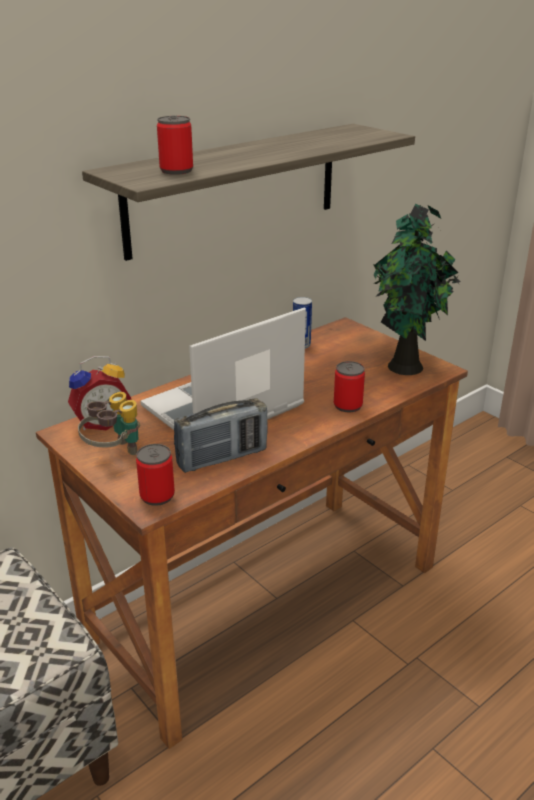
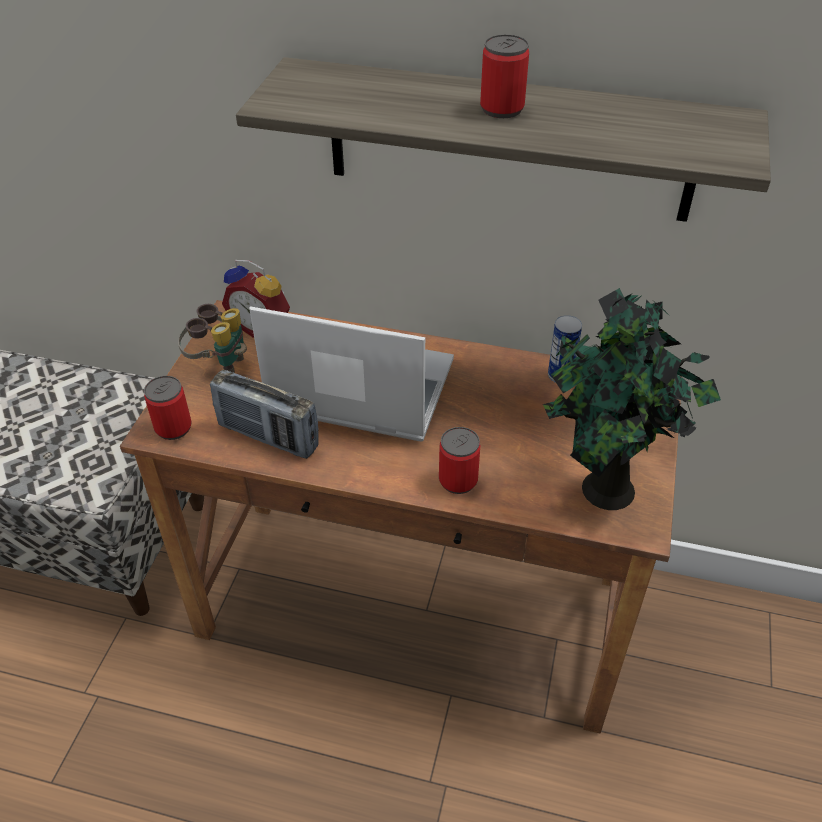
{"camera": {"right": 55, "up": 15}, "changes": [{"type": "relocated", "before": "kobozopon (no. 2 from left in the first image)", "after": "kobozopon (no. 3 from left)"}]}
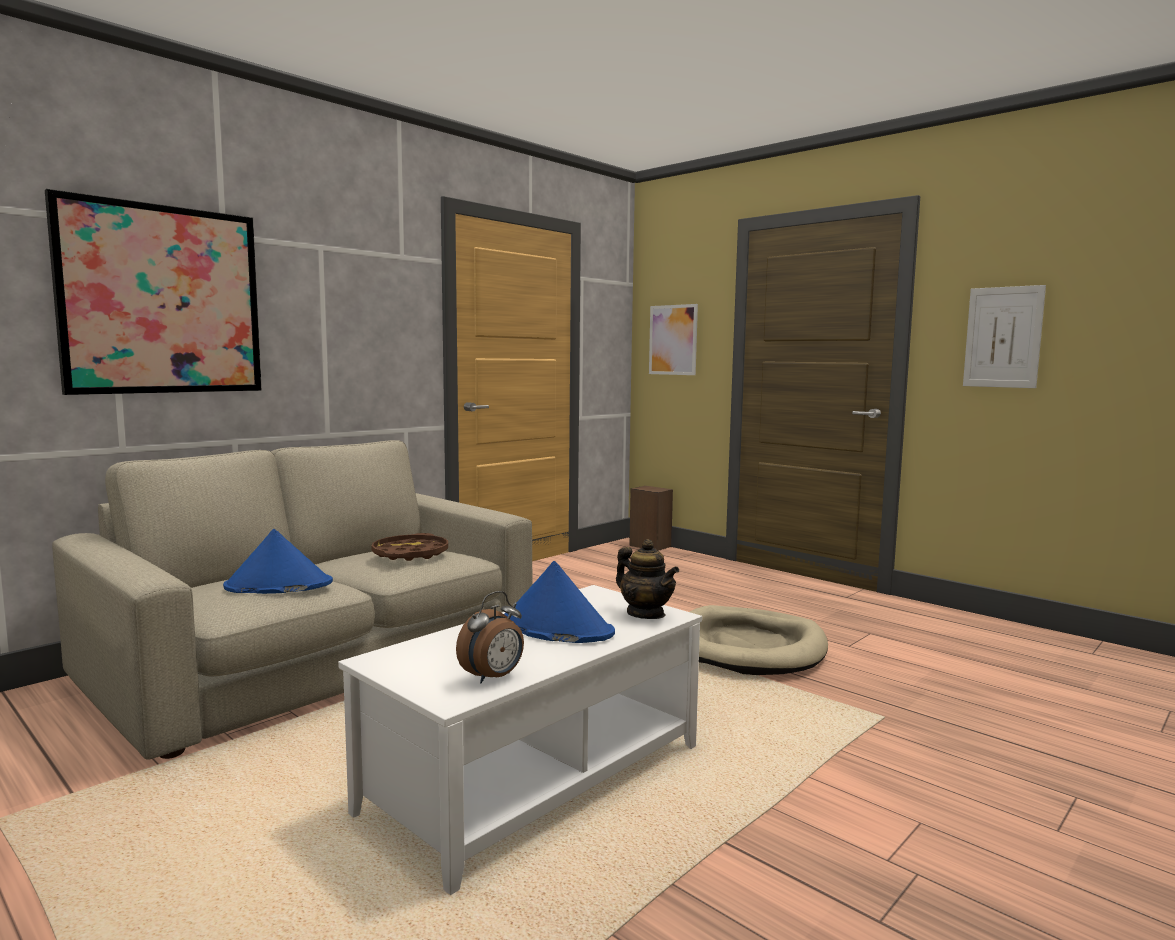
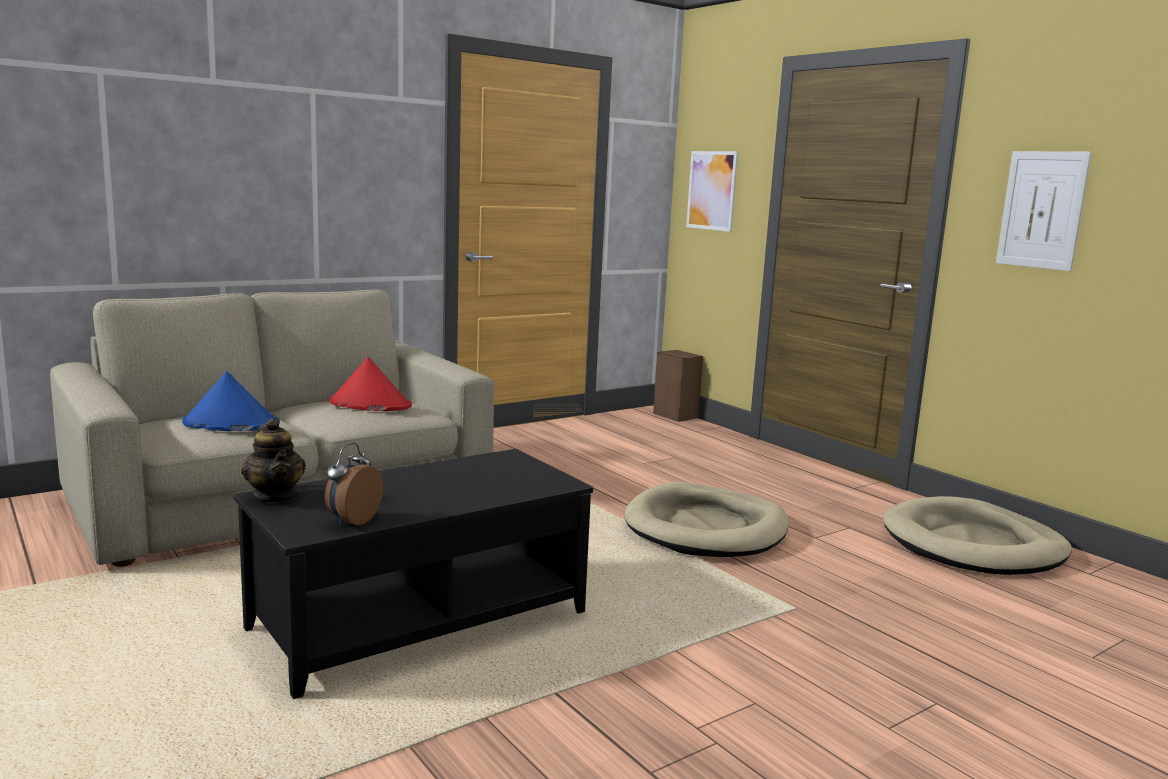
{"camera": {"right": 10, "up": 5}, "changes": [{"type": "missing", "before": "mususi (no. 1 from left)"}, {"type": "missing", "before": "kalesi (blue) (no. 2 from left)"}, {"type": "appeared", "after": "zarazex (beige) (no. 2 from left)"}, {"type": "relocated", "before": "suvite"}, {"type": "exchanged", "before": "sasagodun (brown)", "after": "kalesi (red)"}, {"type": "colour", "before": "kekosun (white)", "after": "kekosun (black)"}, {"type": "spun", "before": "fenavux", "turn": 150}]}
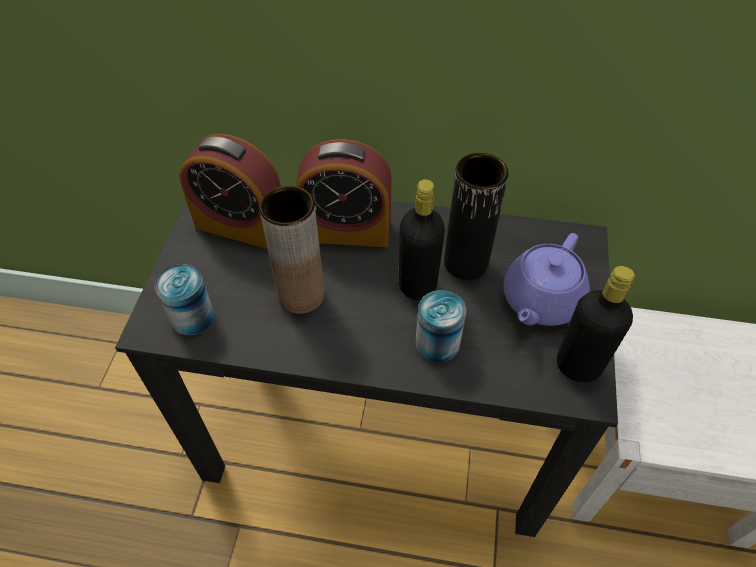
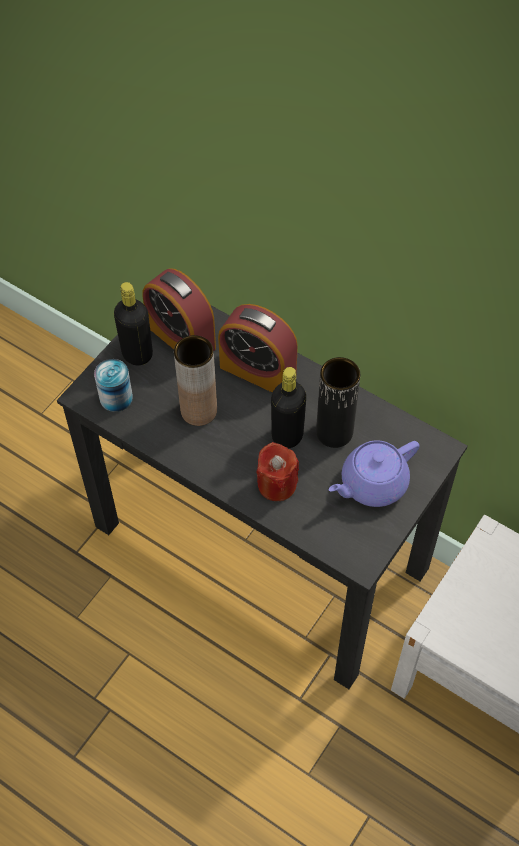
{"camera": {"right": 25, "up": 5}, "changes": [{"type": "relocated", "before": "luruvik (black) (no. 2 from left in the first image)", "after": "luruvik (black) (no. 1 from left)"}, {"type": "exchanged", "before": "kobozopon (no. 2 from left)", "after": "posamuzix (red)"}]}
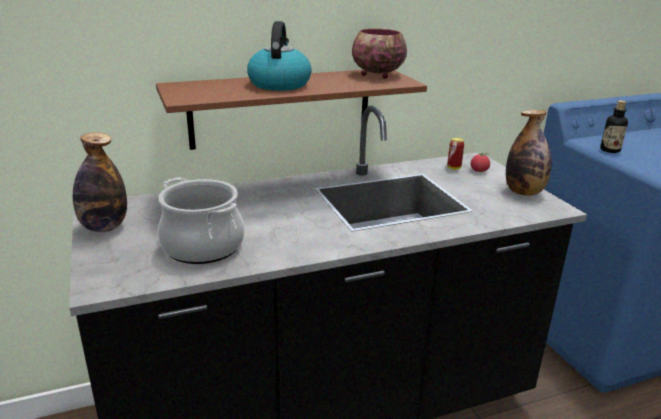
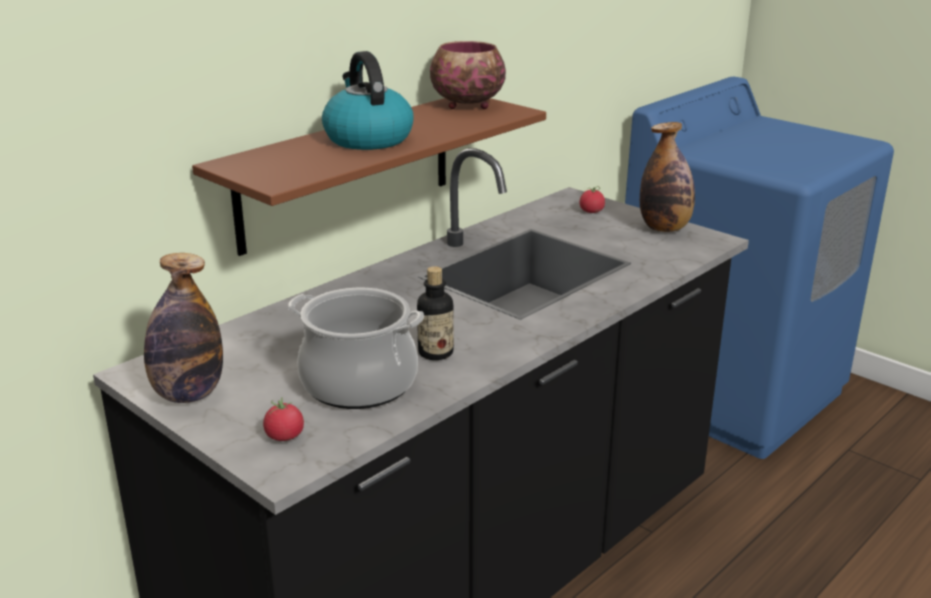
{"camera": {"right": -25, "up": 0}, "changes": [{"type": "missing", "before": "kobozopon"}, {"type": "appeared", "after": "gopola (no. 1 from left)"}, {"type": "relocated", "before": "luruvik (no. 3 from left in the first image)", "after": "luruvik (no. 2 from left)"}]}
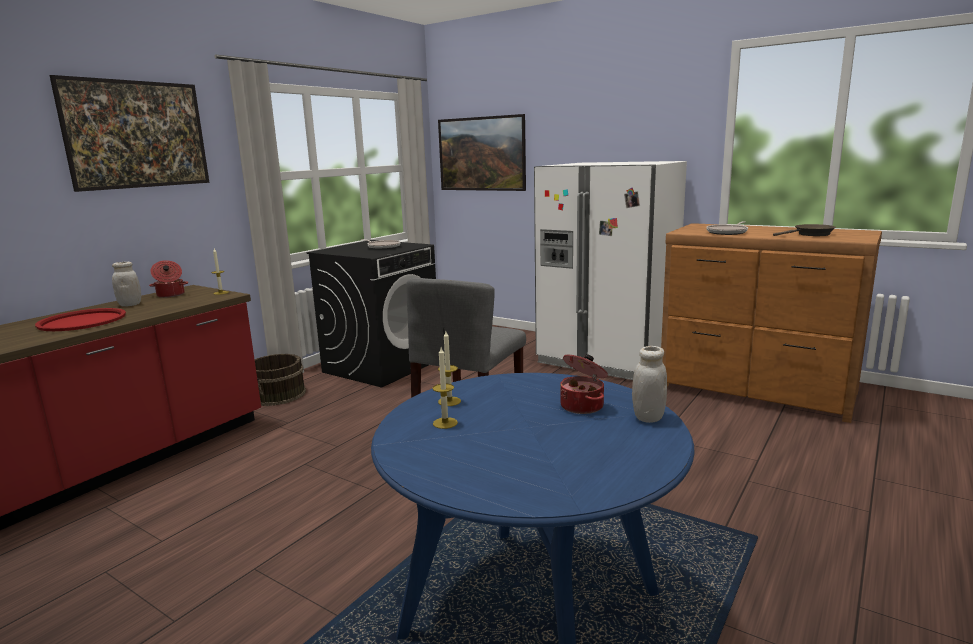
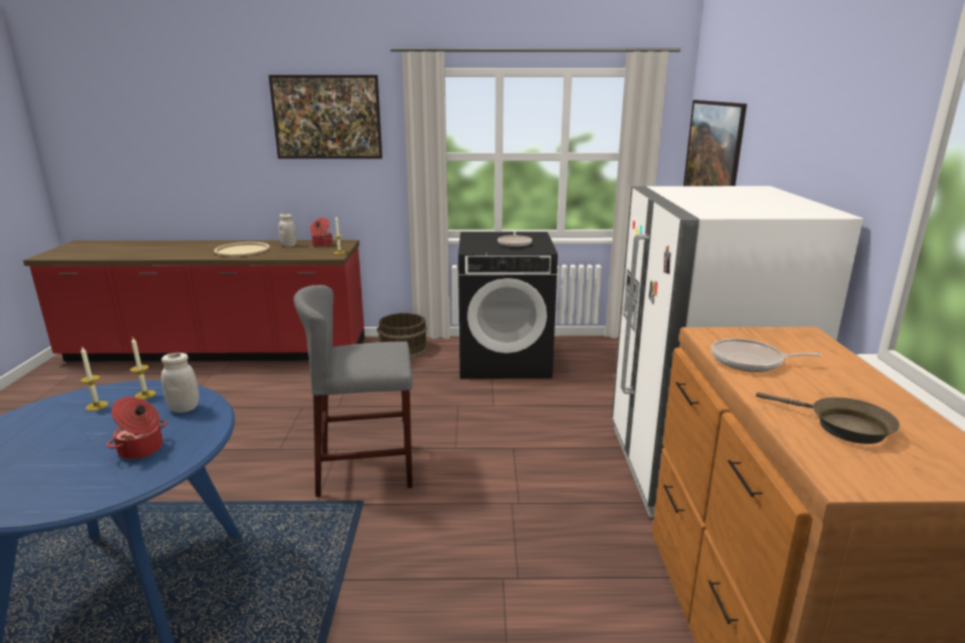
{"camera": {"right": 55, "up": 5}, "changes": [{"type": "relocated", "before": "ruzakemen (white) (no. 2 from left in the first image)", "after": "ruzakemen (white) (no. 1 from left)"}, {"type": "colour", "before": "sasagodun (red)", "after": "sasagodun (beige)"}]}
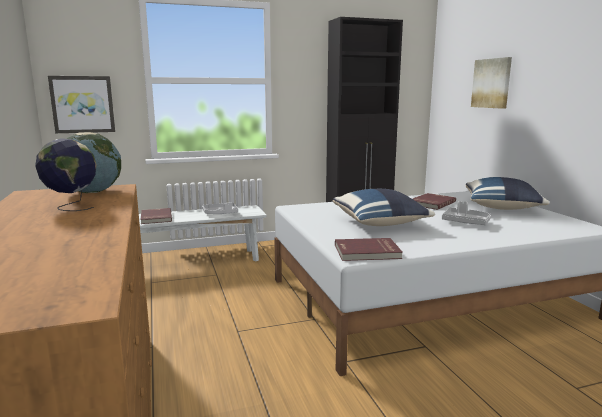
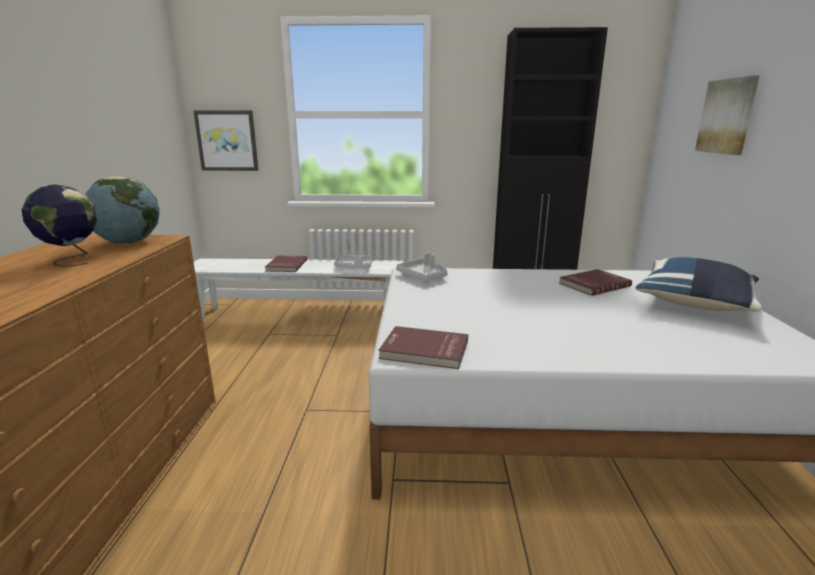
{"camera": {"right": 20, "up": 5}, "changes": [{"type": "missing", "before": "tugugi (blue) (no. 1 from left)"}, {"type": "relocated", "before": "sasagodun (grey) (no. 2 from left)"}]}
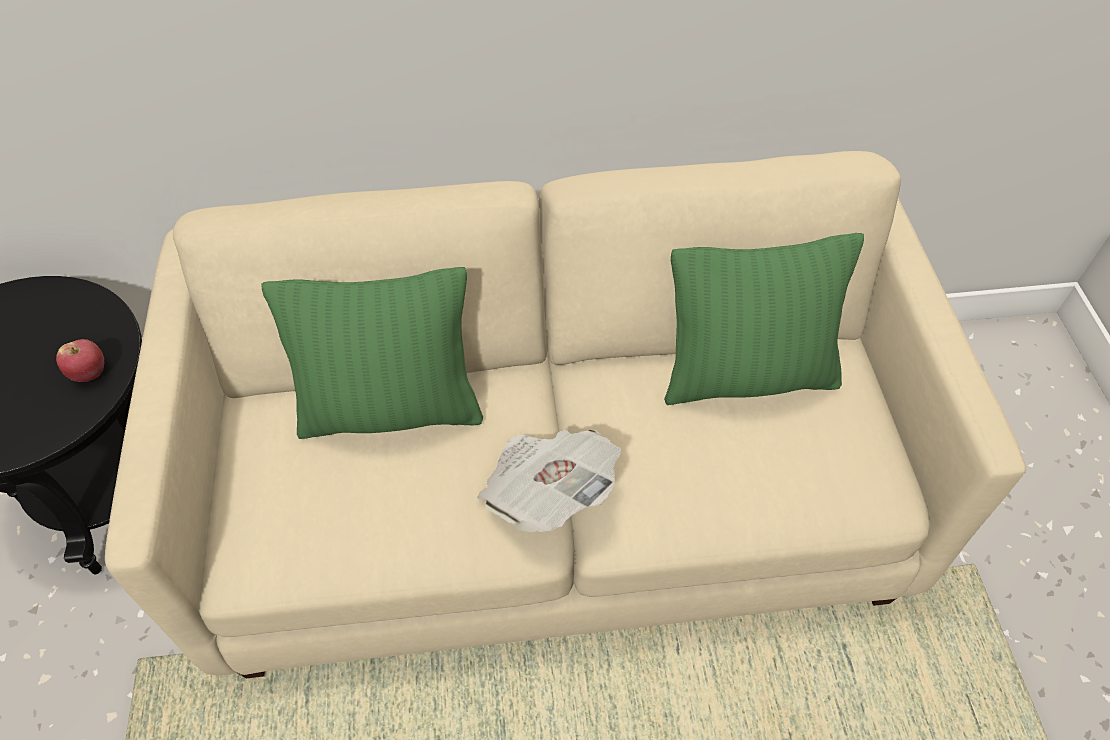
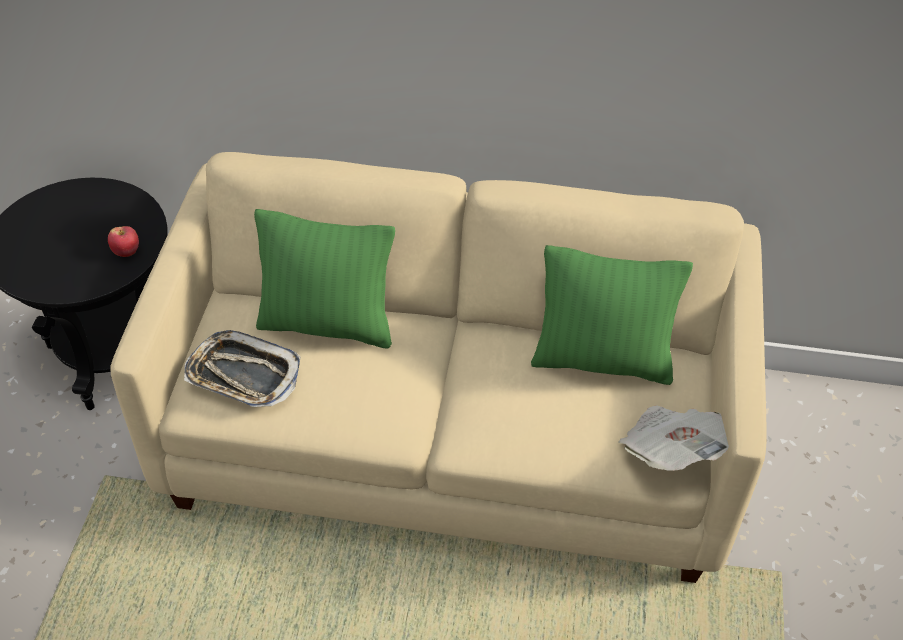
{"camera": {"right": 15, "up": -5}, "changes": [{"type": "appeared", "after": "sasagodun"}, {"type": "relocated", "before": "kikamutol"}]}
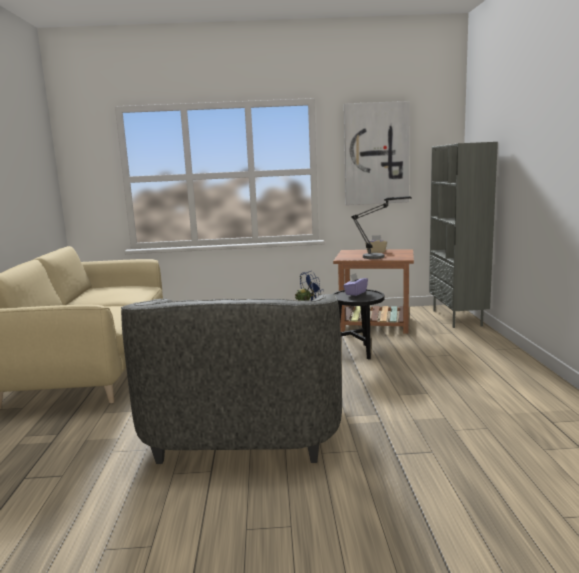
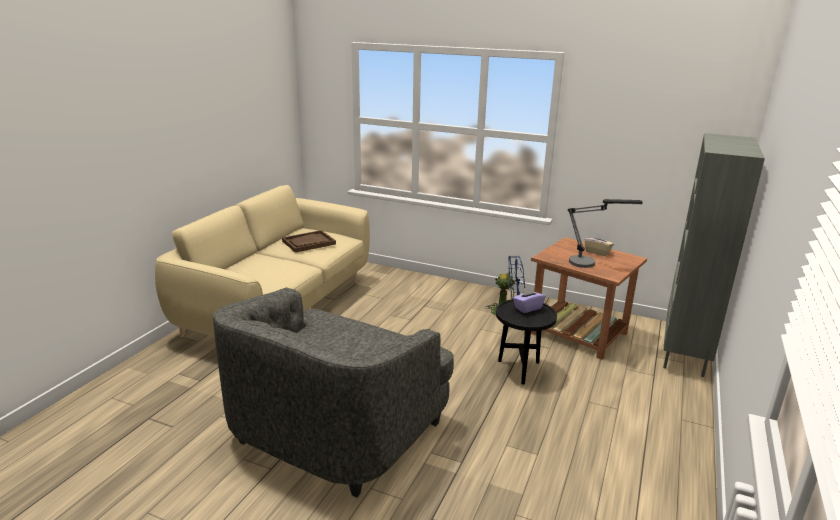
{"camera": {"right": 25, "up": 10}, "changes": [{"type": "missing", "before": "mususi"}, {"type": "appeared", "after": "sasagodun (brown)"}]}
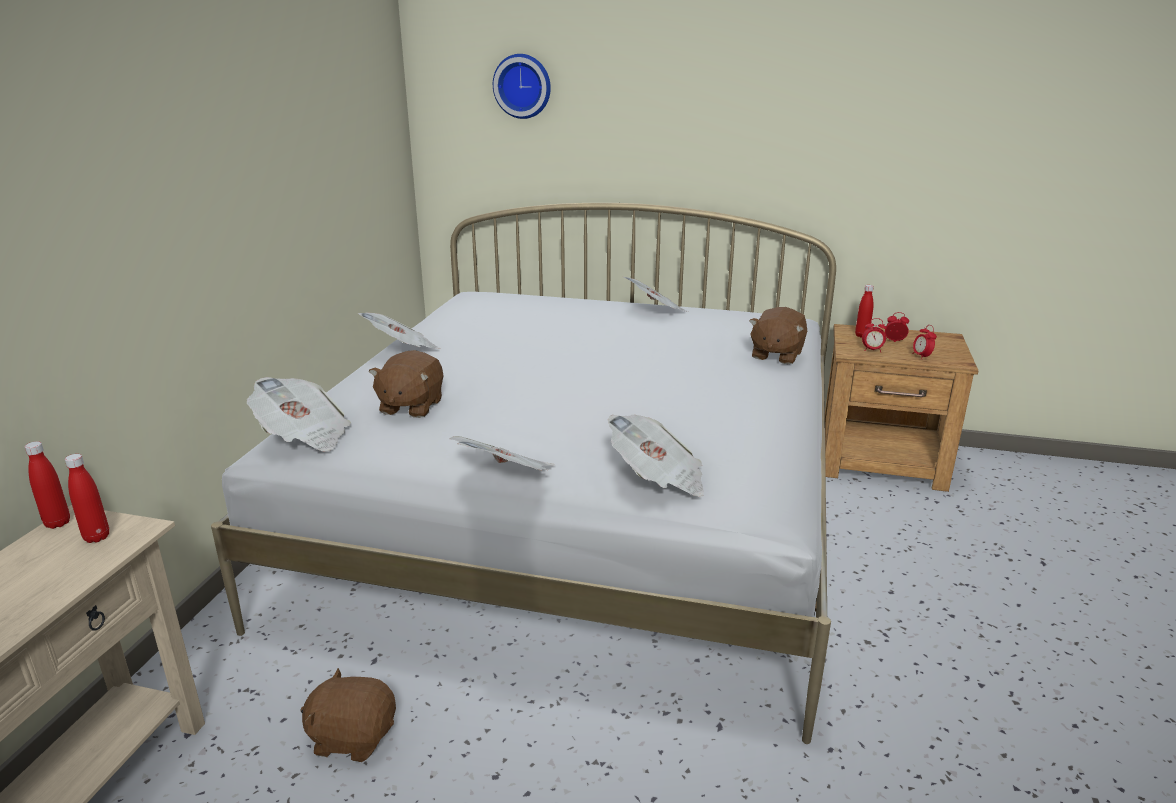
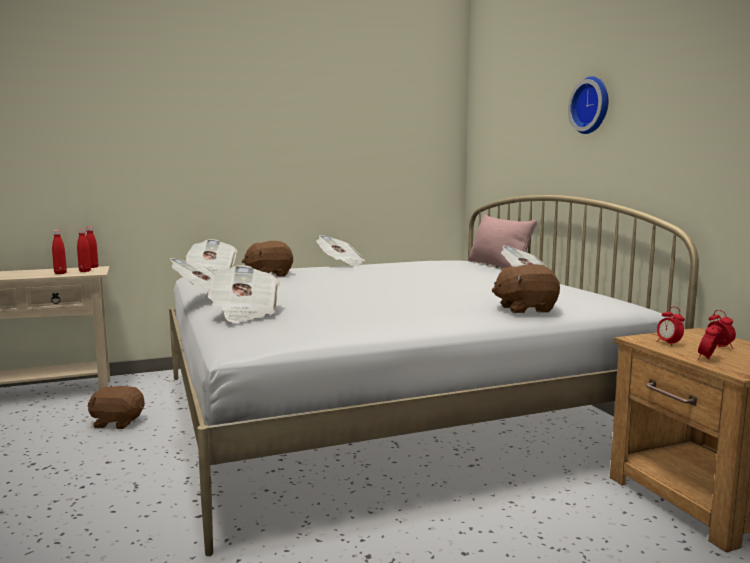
{"camera": {"right": 55, "up": -15}, "changes": [{"type": "appeared", "after": "tugugi (pink)"}, {"type": "relocated", "before": "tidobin"}, {"type": "relocated", "before": "luruvik (red) (no. 3 from left in the first image)", "after": "luruvik (red) (no. 1 from left)"}, {"type": "spun", "before": "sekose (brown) (no. 1 from left)", "turn": -60}]}
